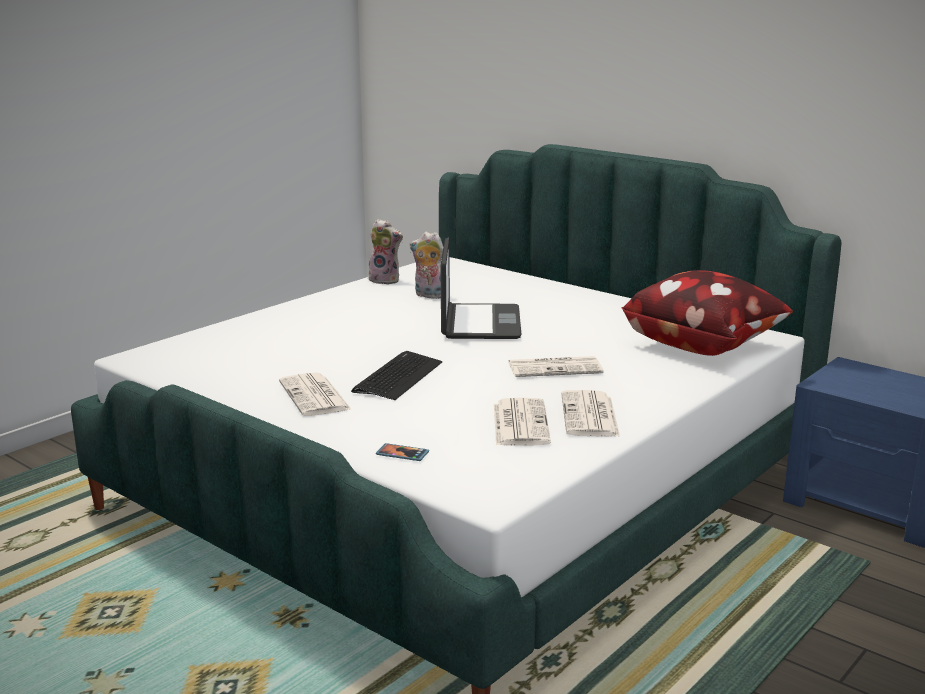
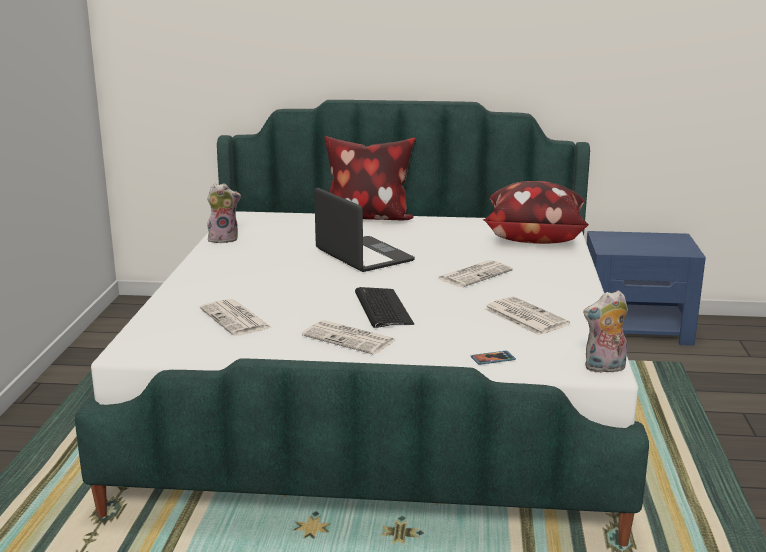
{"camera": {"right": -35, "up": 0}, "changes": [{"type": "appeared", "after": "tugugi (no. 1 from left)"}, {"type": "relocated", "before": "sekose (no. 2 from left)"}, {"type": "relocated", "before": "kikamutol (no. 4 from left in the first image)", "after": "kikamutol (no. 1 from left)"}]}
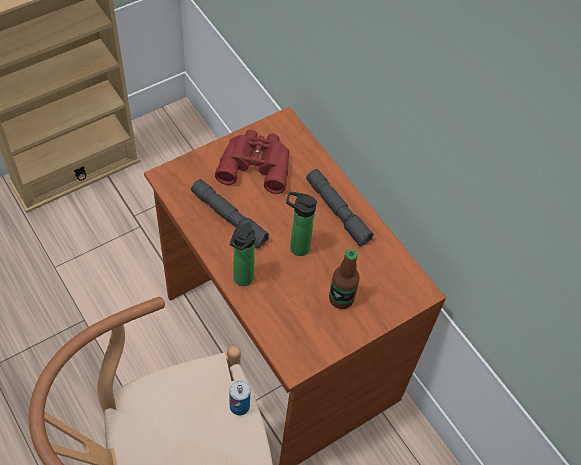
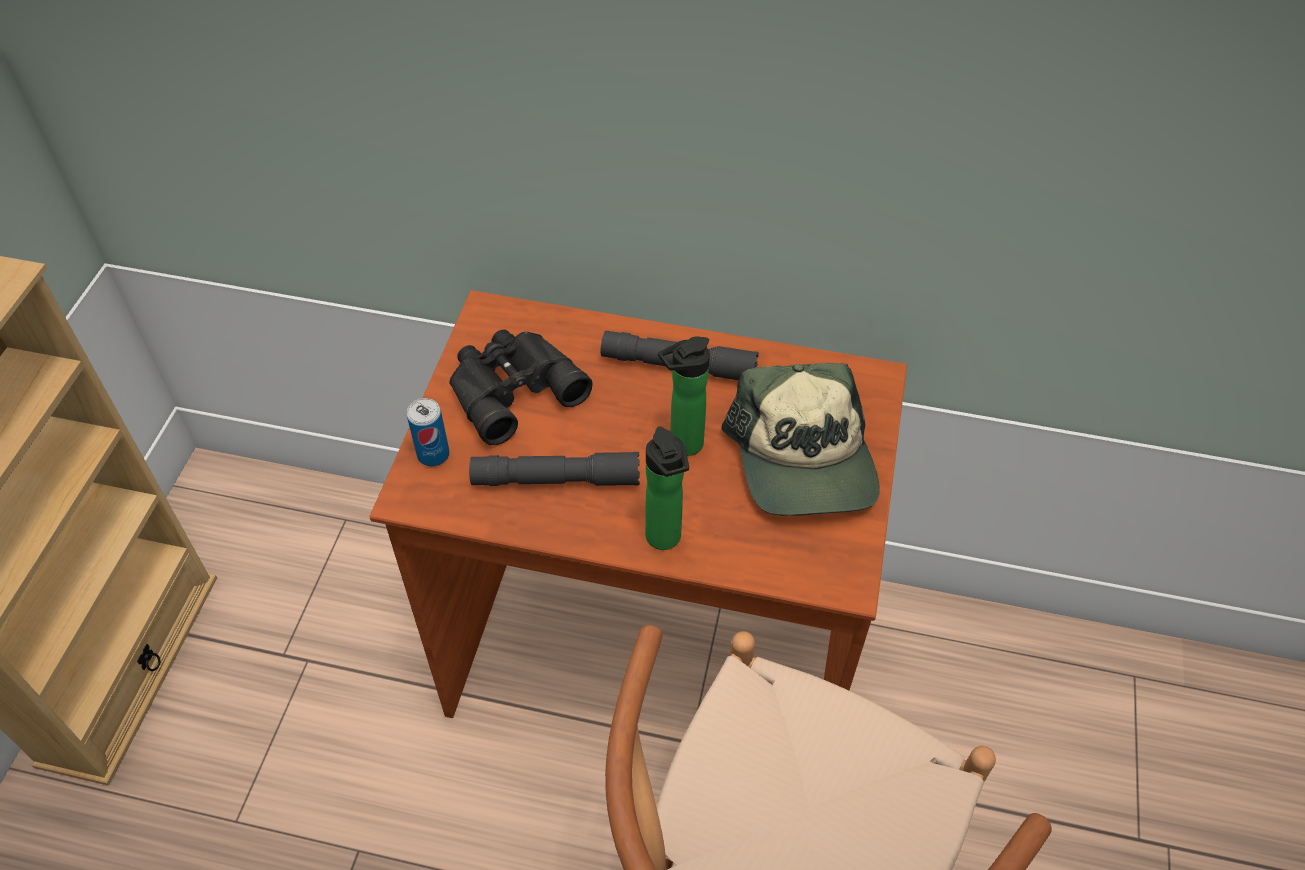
{"camera": {"right": -40, "up": -5}, "changes": [{"type": "relocated", "before": "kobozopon"}, {"type": "exchanged", "before": "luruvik (no. 3 from left)", "after": "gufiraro"}, {"type": "colour", "before": "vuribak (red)", "after": "vuribak (black)"}]}
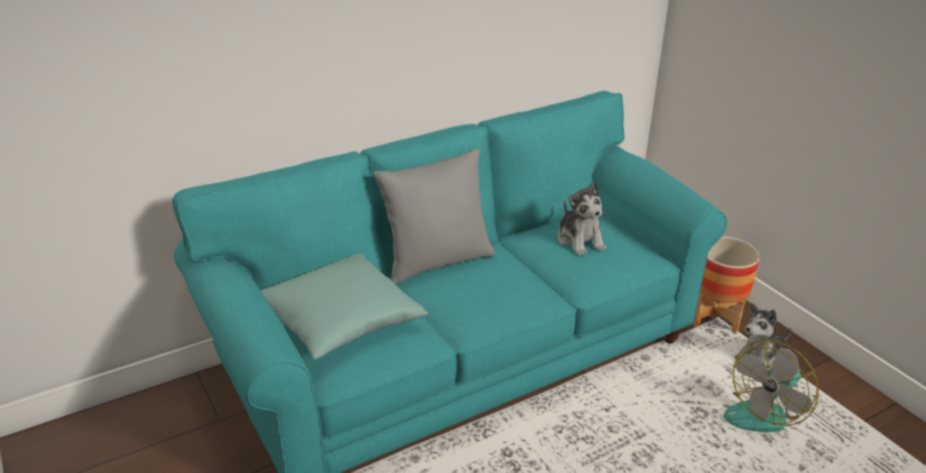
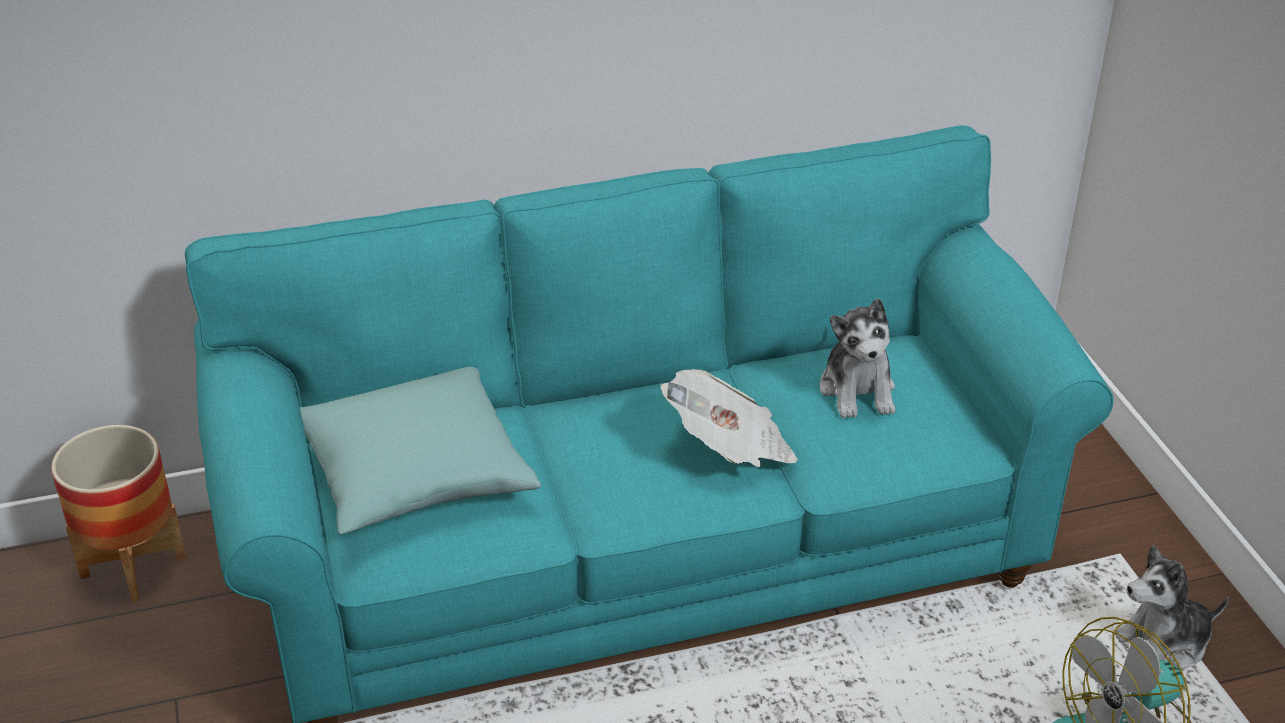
{"camera": {"right": 15, "up": 5}, "changes": [{"type": "missing", "before": "tugugi (grey)"}, {"type": "appeared", "after": "kikamutol"}, {"type": "relocated", "before": "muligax"}]}
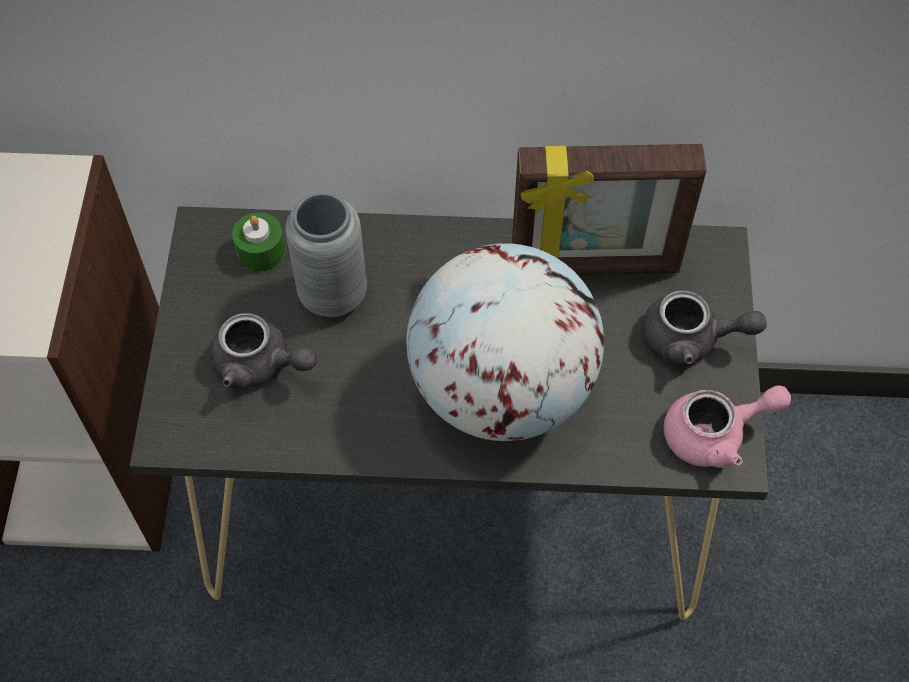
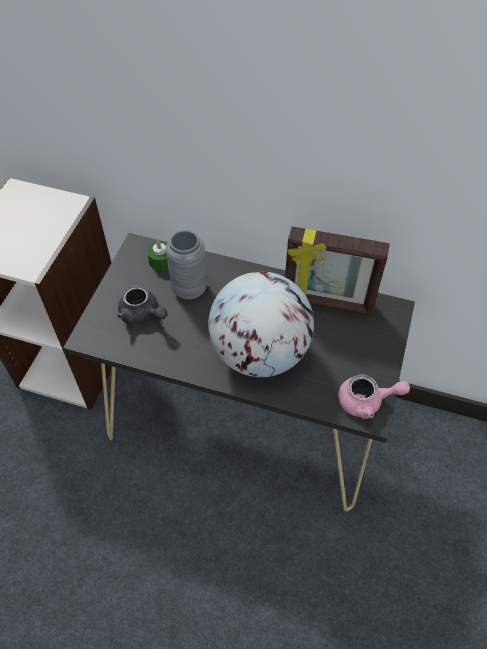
{"camera": {"right": 15, "up": -5}, "changes": [{"type": "missing", "before": "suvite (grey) (no. 2 from left)"}]}
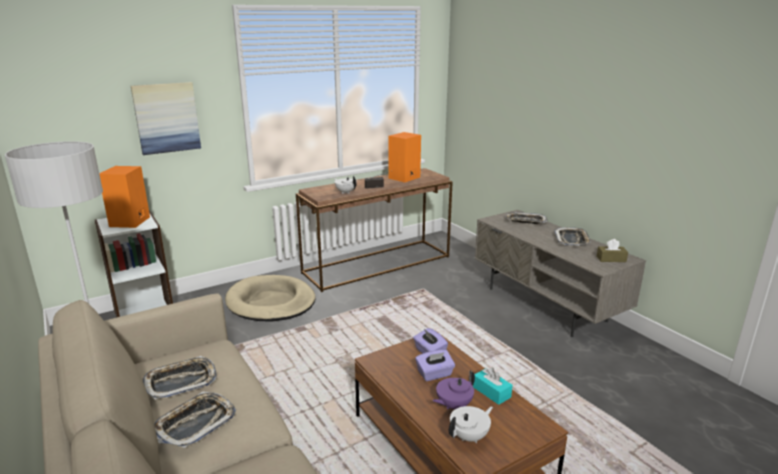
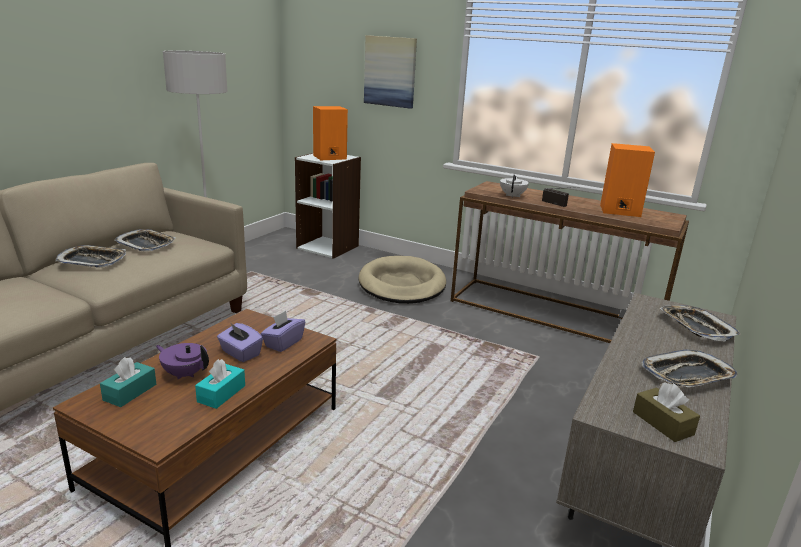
{"camera": {"right": 60, "up": 0}, "changes": [{"type": "exchanged", "before": "suvite (white) (no. 2 from left)", "after": "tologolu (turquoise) (no. 1 from left)"}]}
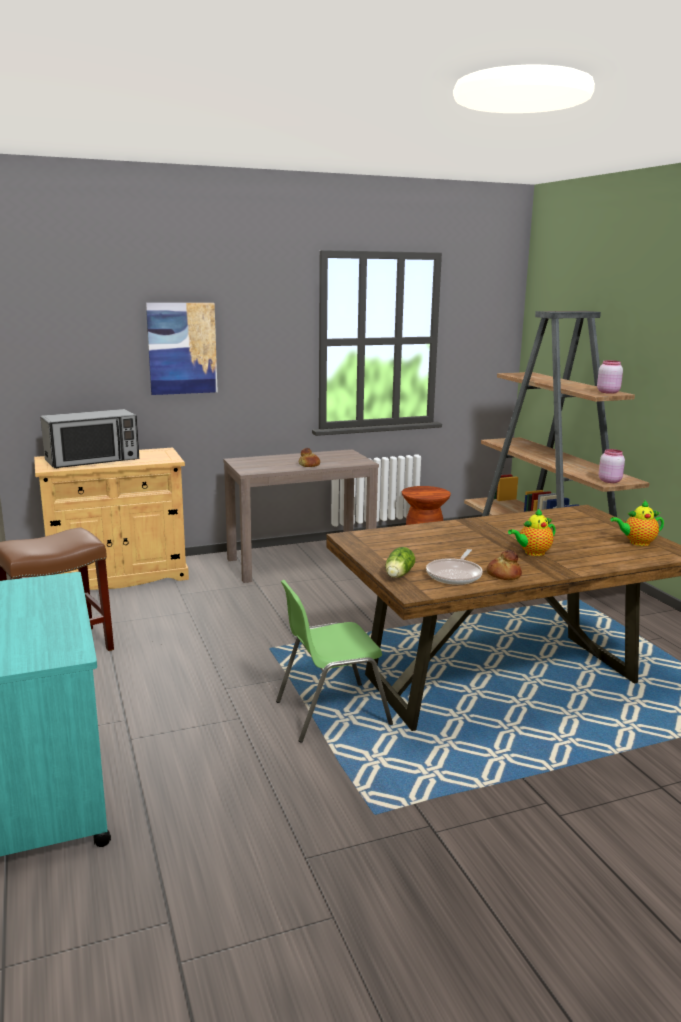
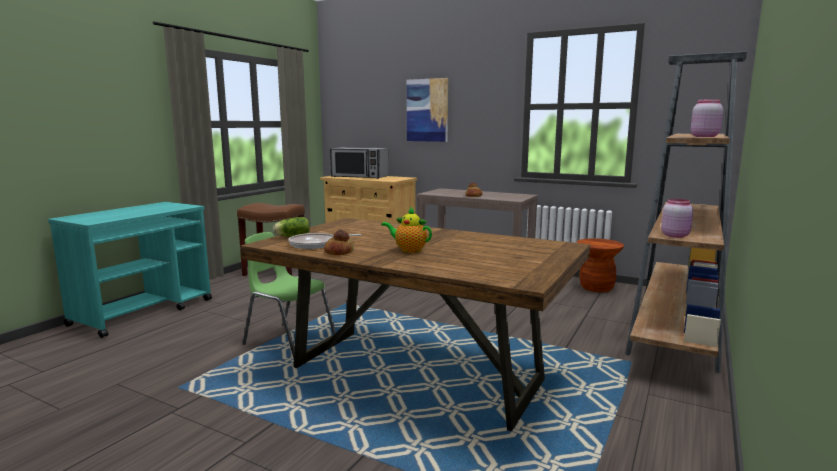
{"camera": {"right": 50, "up": -5}, "changes": [{"type": "missing", "before": "suvite (no. 2 from left)"}]}
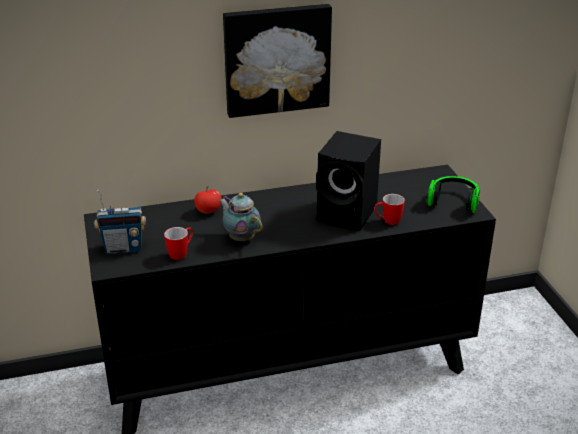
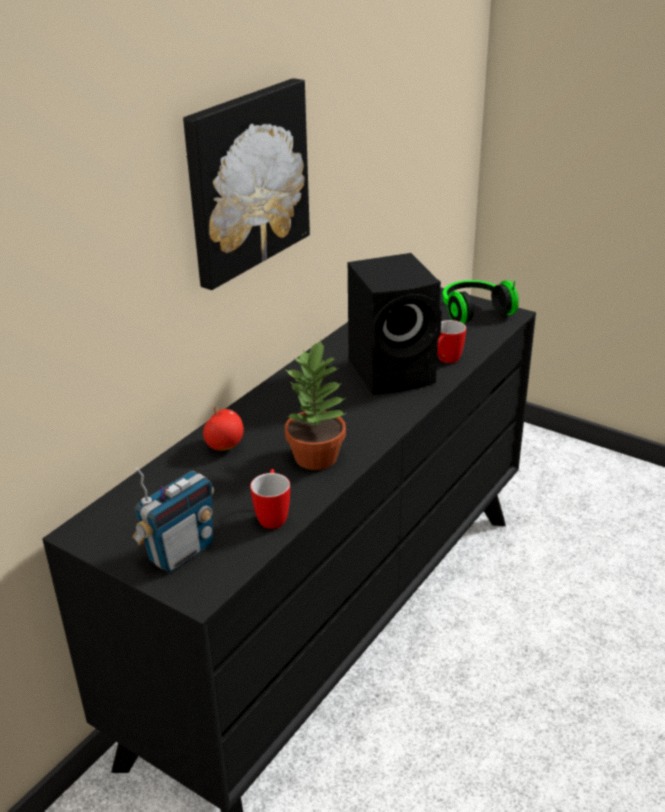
{"camera": {"right": -40, "up": 0}, "changes": [{"type": "exchanged", "before": "suvite", "after": "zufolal"}]}
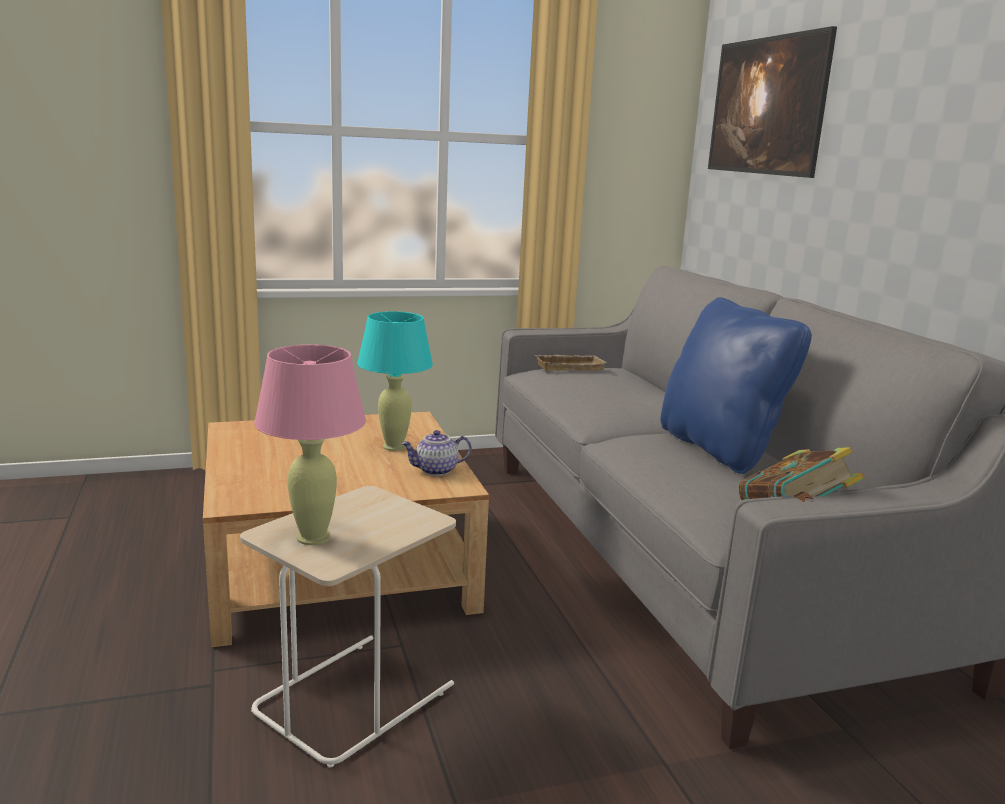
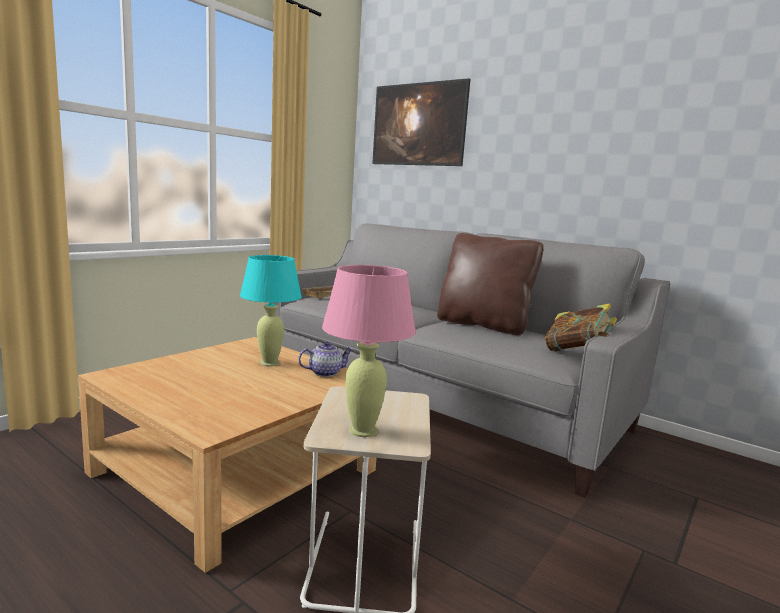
{"camera": {"right": -35, "up": -5}, "changes": [{"type": "colour", "before": "tugugi (blue)", "after": "tugugi (brown)"}, {"type": "spun", "before": "suvite", "turn": -150}]}
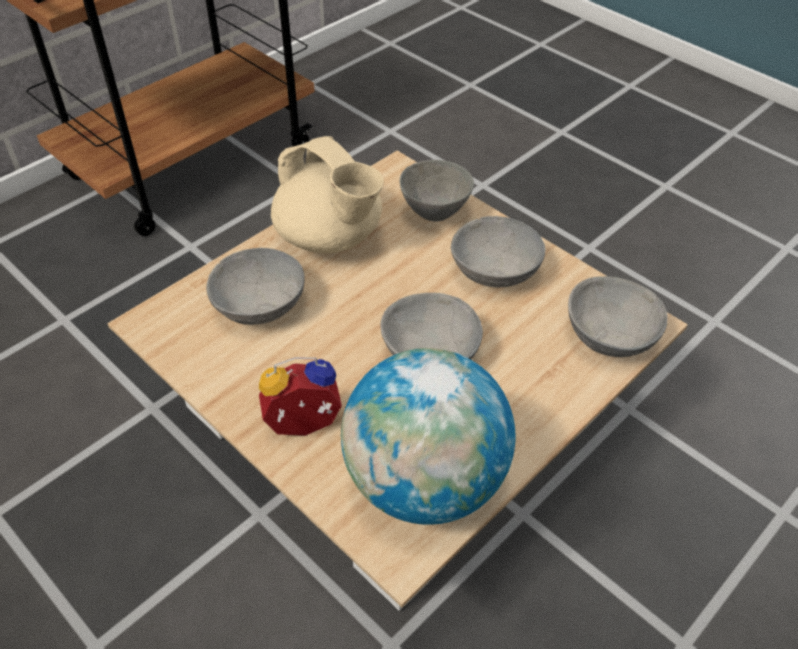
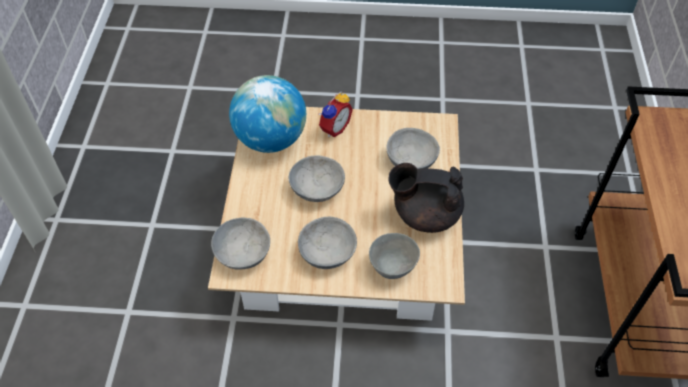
{"camera": {"right": 140, "up": 5}, "changes": [{"type": "colour", "before": "suvite (beige)", "after": "suvite (black)"}]}
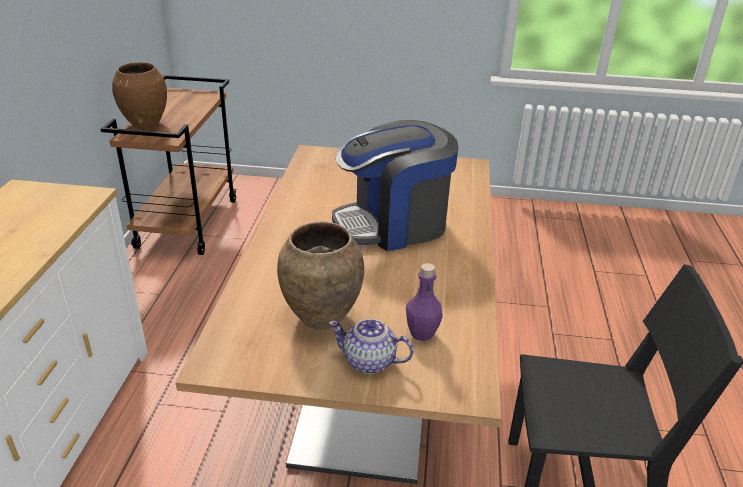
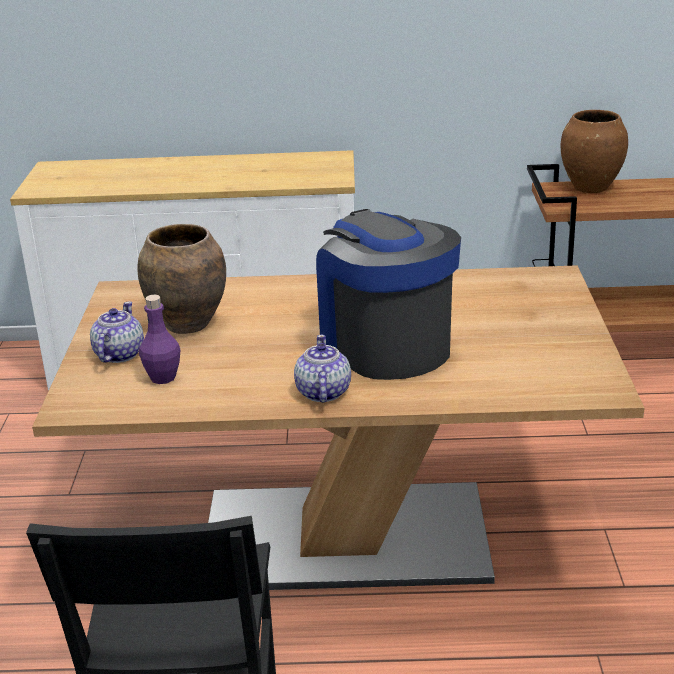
{"camera": {"right": 85, "up": -5}, "changes": [{"type": "appeared", "after": "suvite (no. 2 from left)"}]}
